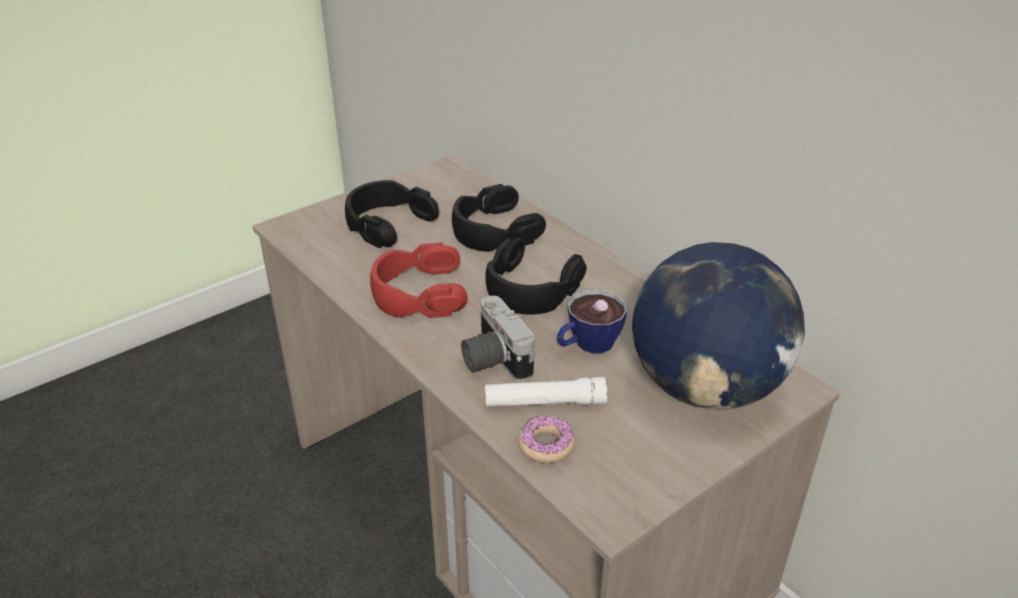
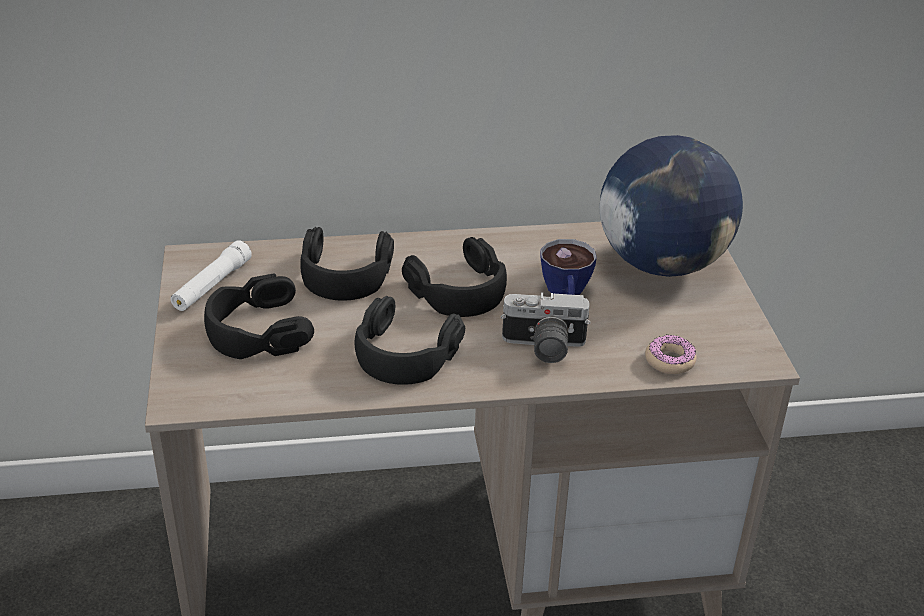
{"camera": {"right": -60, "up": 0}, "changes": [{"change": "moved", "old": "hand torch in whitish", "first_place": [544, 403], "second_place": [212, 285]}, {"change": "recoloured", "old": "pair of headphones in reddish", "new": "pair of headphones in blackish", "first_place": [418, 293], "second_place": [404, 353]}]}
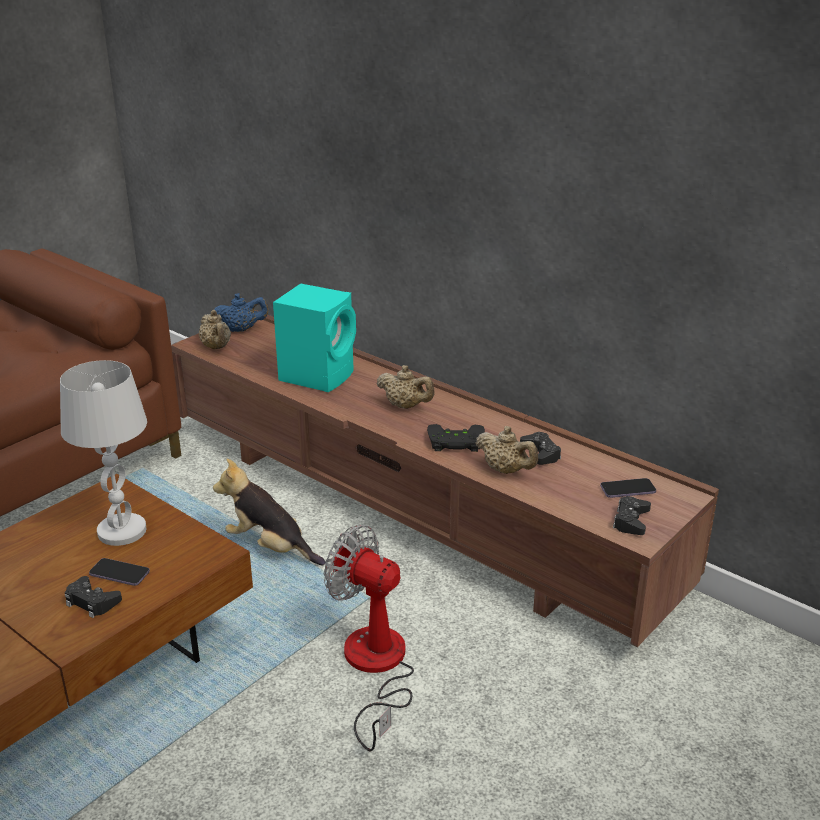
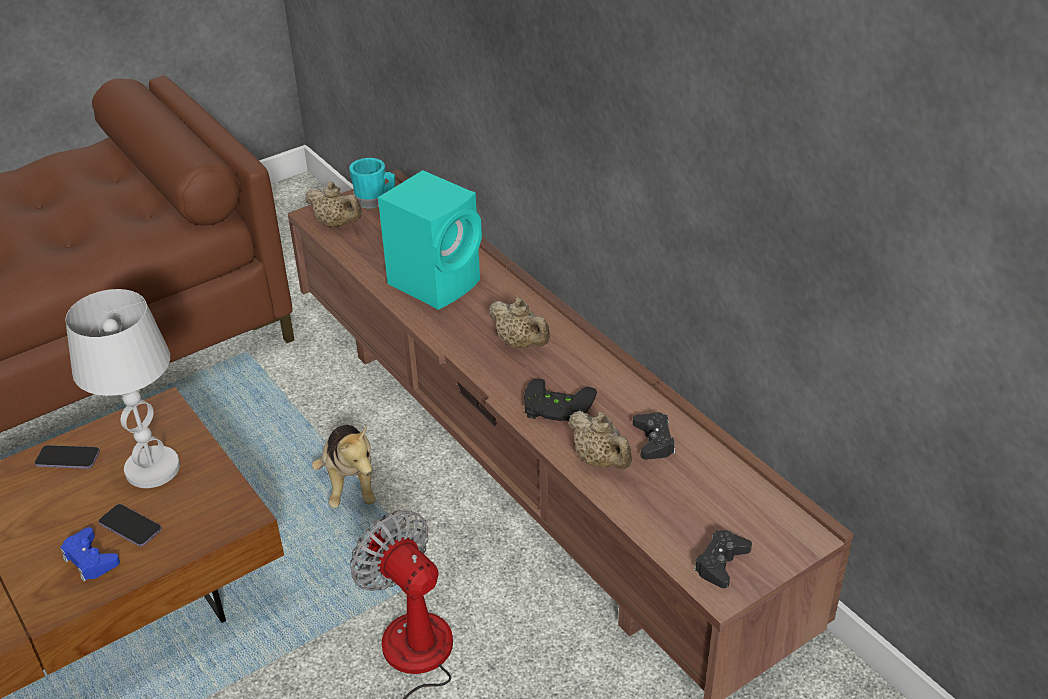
{"camera": {"right": 15, "up": 10}, "changes": [{"change": "moved", "old": "phone", "first_place": [627, 489], "second_place": [68, 458]}, {"change": "recoloured", "old": "gamepad in blackish", "new": "gamepad in blue-coloured", "first_place": [92, 602], "second_place": [90, 560]}, {"change": "turned", "old": "tea pot in sand-coloured", "first_place": [216, 347], "second_place": [337, 224], "degrees": -45}, {"change": "turned", "old": "plush toy", "first_place": [270, 547], "second_place": [350, 483], "degrees": -150}, {"change": "replaced", "old": "tea pot in blue-coloured", "new": "tea mug in turquoise", "first_place": [241, 329], "second_place": [375, 200]}]}
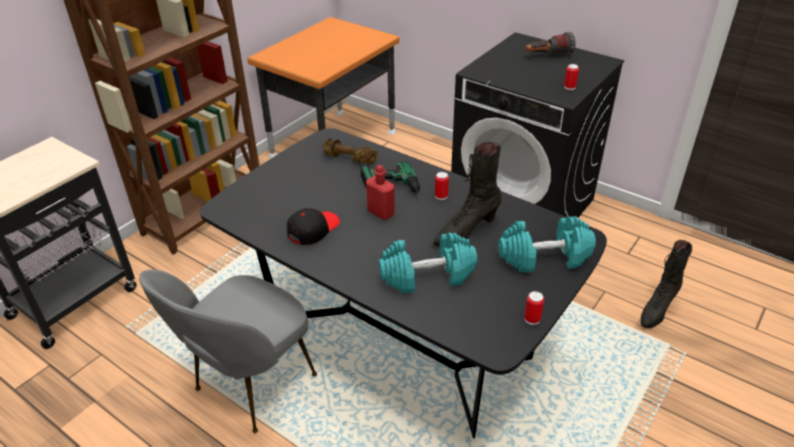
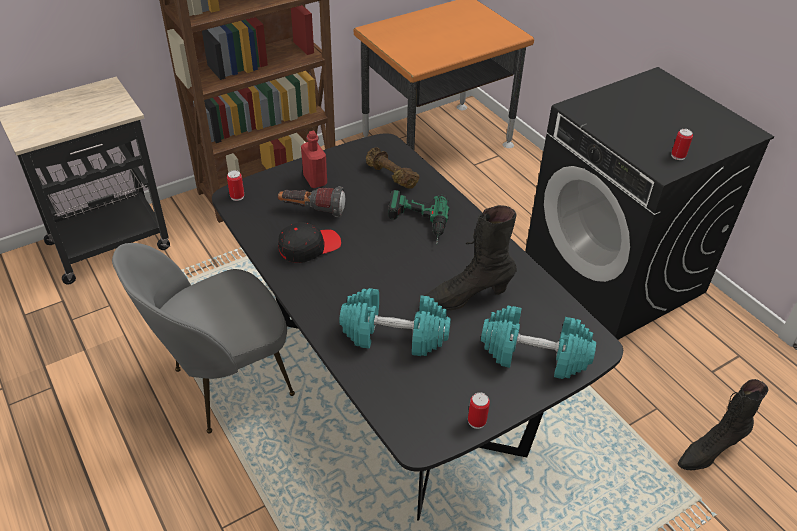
{"camera": {"right": 20, "up": 5}, "changes": [{"change": "moved", "old": "can", "first_place": [441, 196], "second_place": [237, 196]}, {"change": "moved", "old": "hand torch", "first_place": [548, 56], "second_place": [312, 211]}, {"change": "moved", "old": "bottle in reddish", "first_place": [381, 213], "second_place": [315, 180]}]}
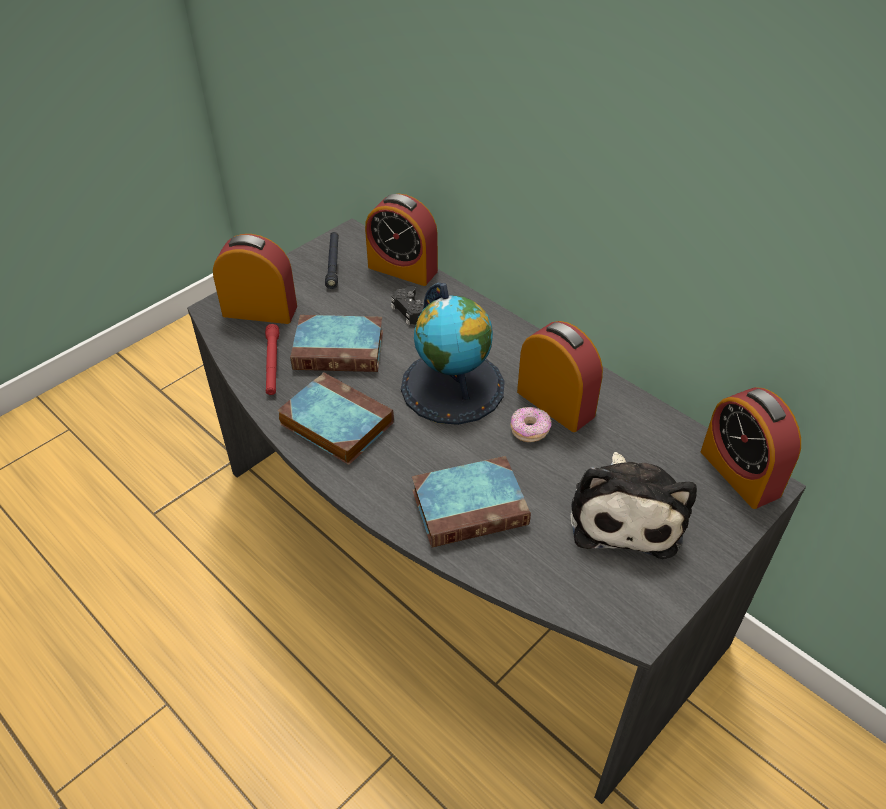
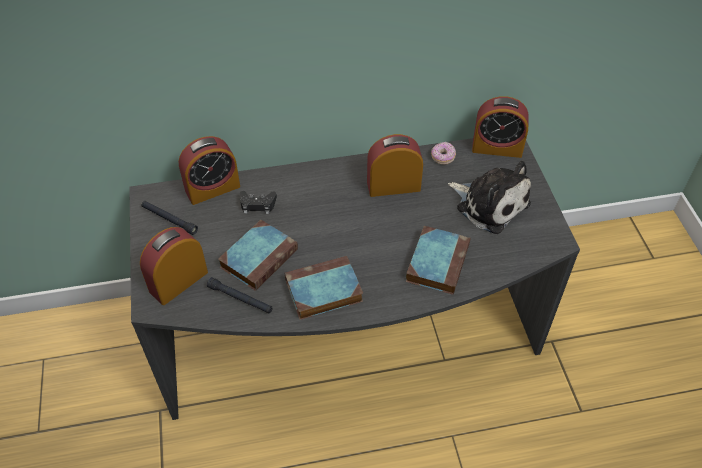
{"camera": {"right": -55, "up": 5}, "changes": [{"change": "recoloured", "old": "hand torch in reddish", "new": "hand torch in blackish", "first_place": [272, 364], "second_place": [240, 299]}, {"change": "moved", "old": "doughnut", "first_place": [529, 430], "second_place": [442, 157]}, {"change": "removed", "old": "desk globe", "first_place": [453, 386]}]}
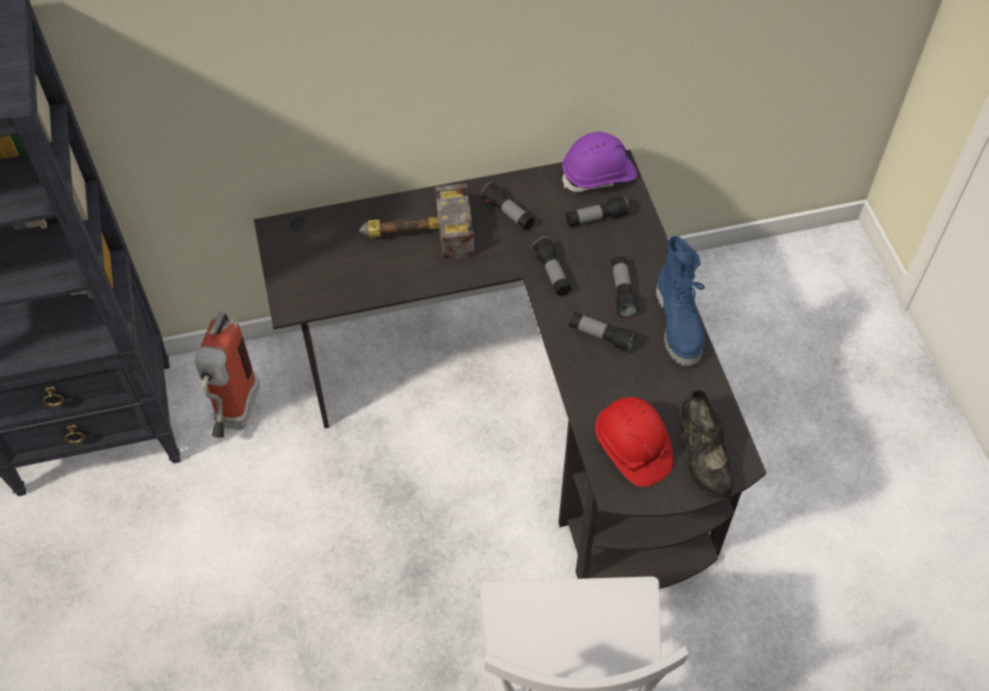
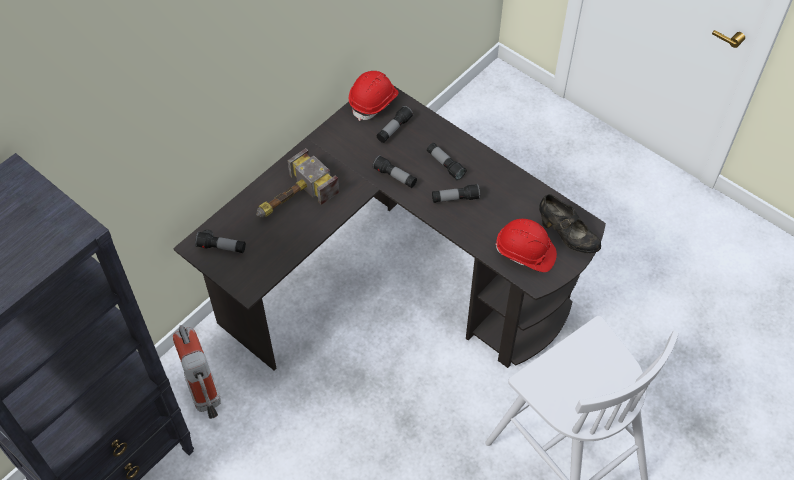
{"camera": {"right": -35, "up": 0}, "changes": [{"change": "moved", "old": "hand torch", "first_place": [507, 213], "second_place": [221, 247]}, {"change": "recoloured", "old": "work helmet in purplish", "new": "work helmet in reddish", "first_place": [598, 175], "second_place": [374, 102]}, {"change": "removed", "old": "high-top boot in blue-coloured", "first_place": [679, 325]}]}
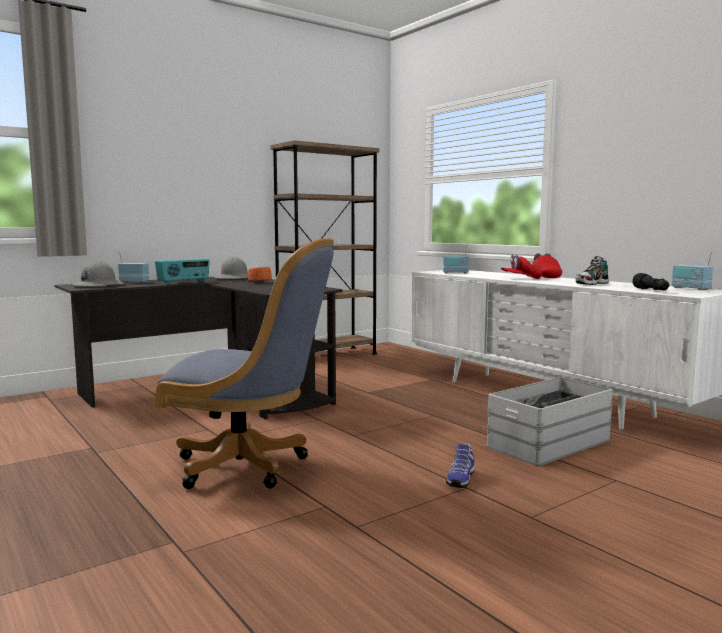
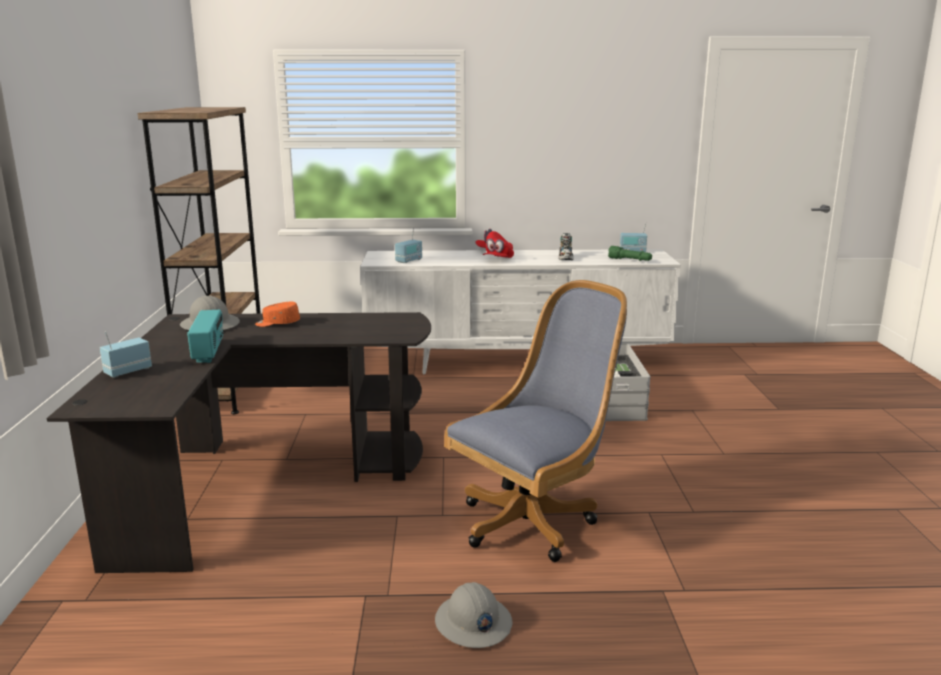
{"camera": {"right": -55, "up": 10}, "changes": [{"change": "moved", "old": "work helmet in gray", "first_place": [98, 285], "second_place": [473, 623]}, {"change": "recoloured", "old": "hand torch in blackish", "new": "hand torch in green-coloured", "first_place": [651, 290], "second_place": [630, 260]}, {"change": "removed", "old": "item of footwear", "first_place": [460, 479]}]}
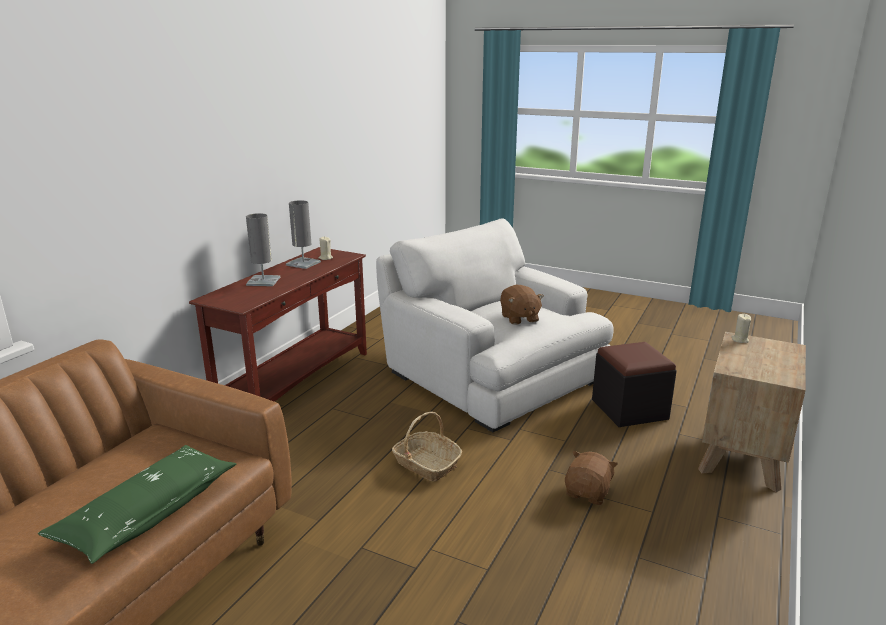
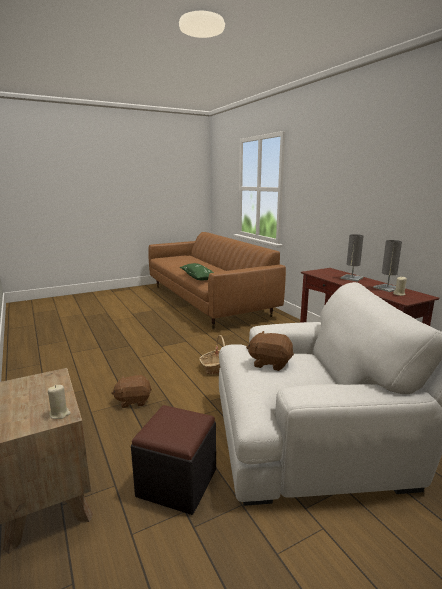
{"camera": {"right": 125, "up": -5}, "changes": [{"change": "turned", "old": "plush toy in brown-coloured", "first_place": [588, 493], "second_place": [133, 400], "degrees": 105}]}
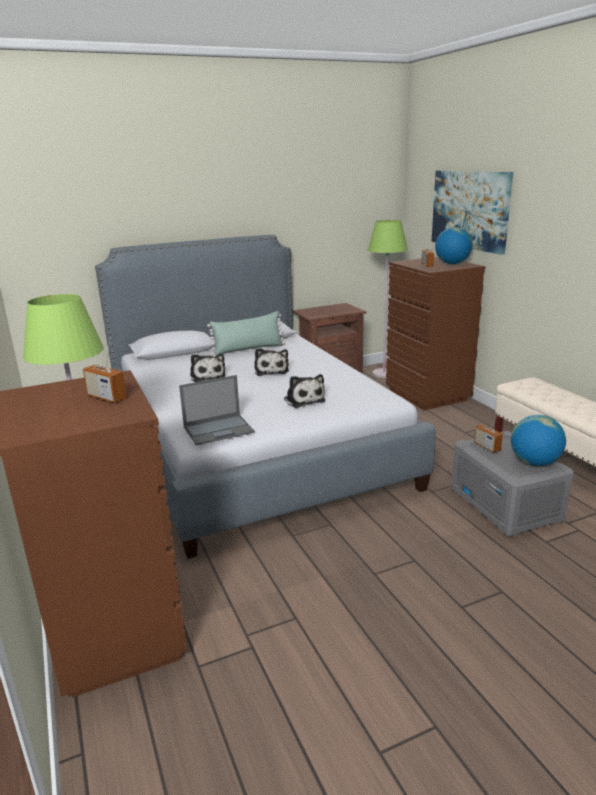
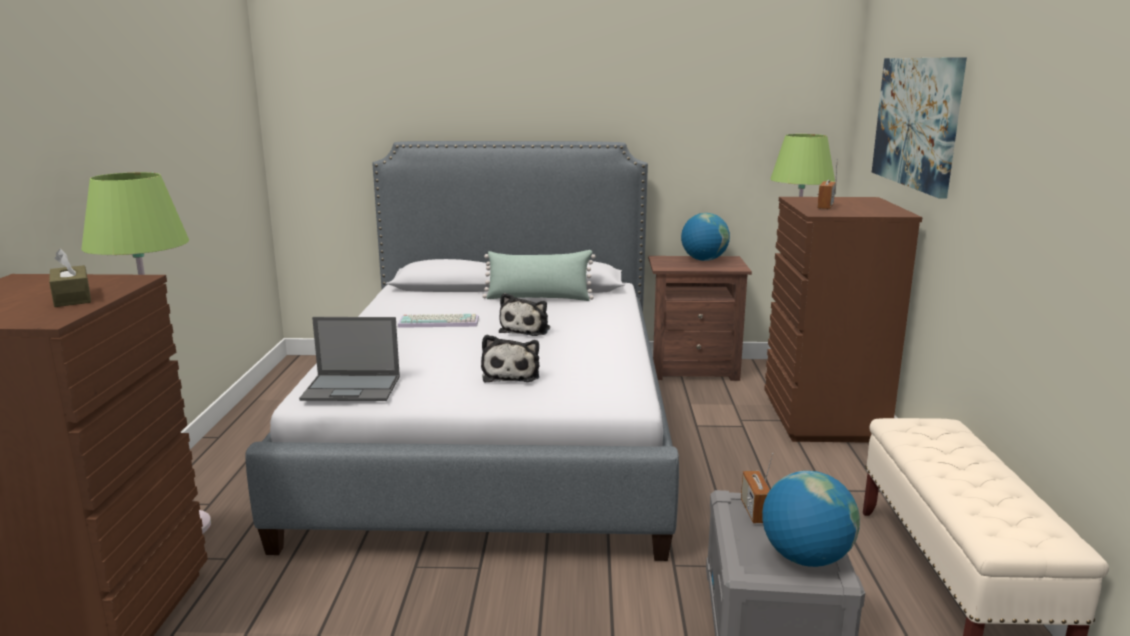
{"camera": {"right": 25, "up": -5}, "changes": [{"change": "replaced", "old": "radio receiver", "new": "tissue holder in brown-coloured", "first_place": [106, 397], "second_place": [72, 298]}, {"change": "replaced", "old": "plush toy", "new": "PC keyboard", "first_place": [207, 376], "second_place": [440, 322]}, {"change": "moved", "old": "desk globe", "first_place": [452, 264], "second_place": [703, 260]}]}
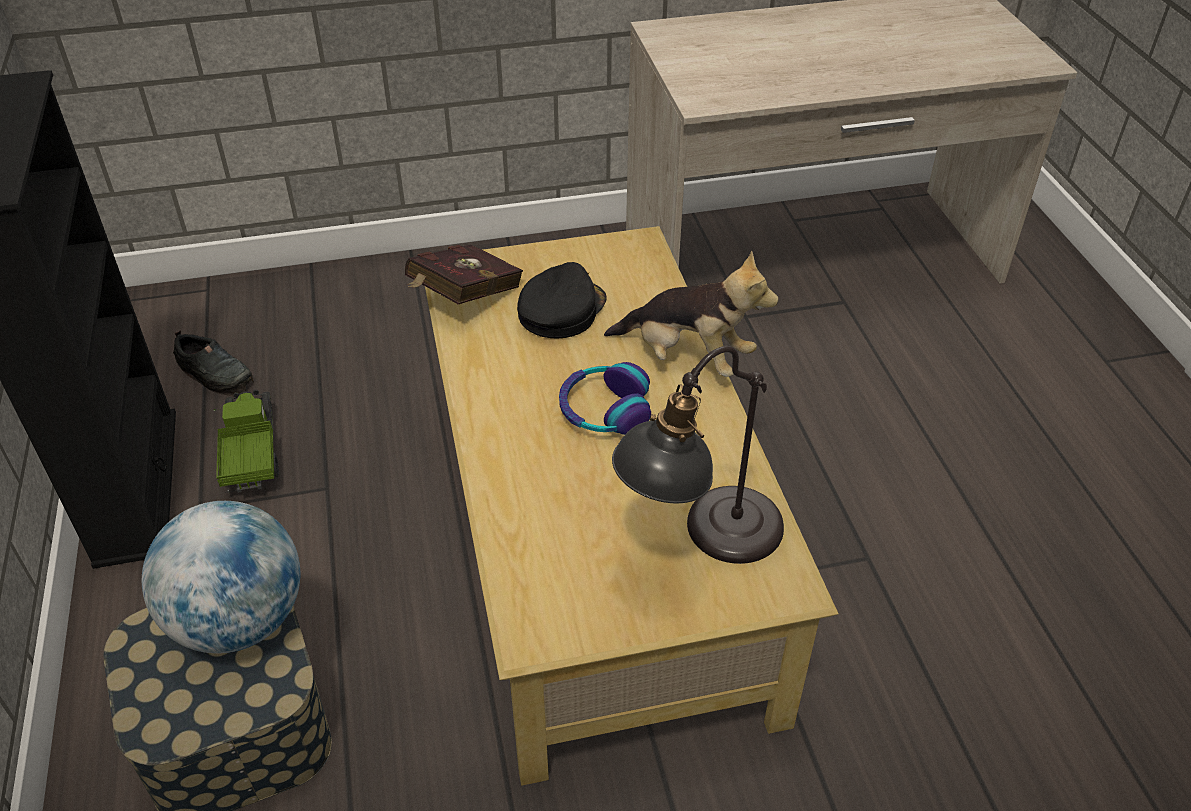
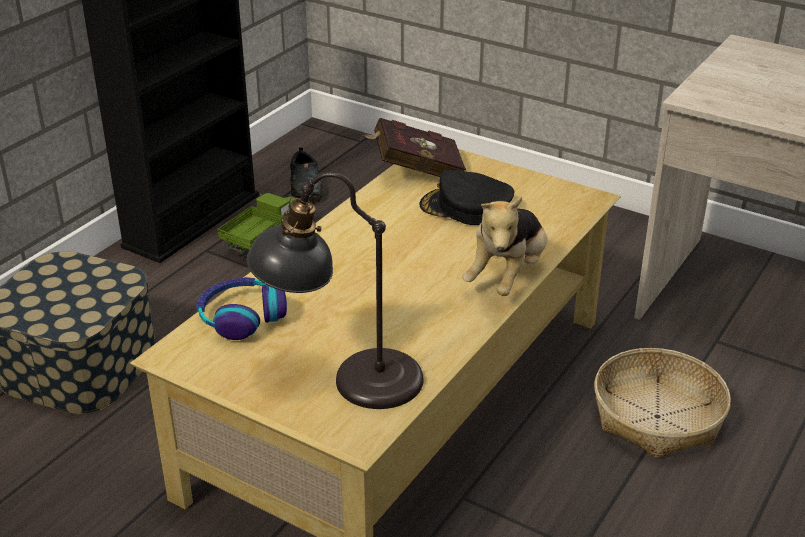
{"camera": {"right": 45, "up": -10}, "changes": [{"change": "moved", "old": "pair of headphones", "first_place": [604, 410], "second_place": [241, 317]}, {"change": "turned", "old": "cap in blackish", "first_place": [561, 310], "second_place": [466, 207], "degrees": -150}, {"change": "turned", "old": "plush toy", "first_place": [687, 357], "second_place": [507, 276], "degrees": 45}, {"change": "added", "new": "basket", "second_place": [656, 417]}, {"change": "removed", "old": "desk globe", "first_place": [239, 620]}]}
